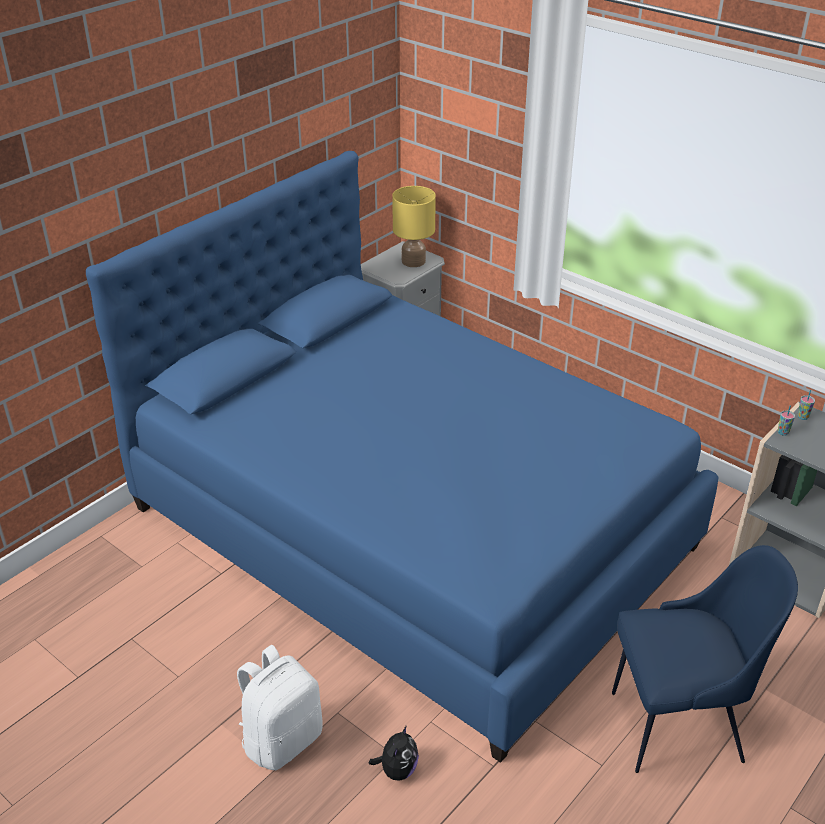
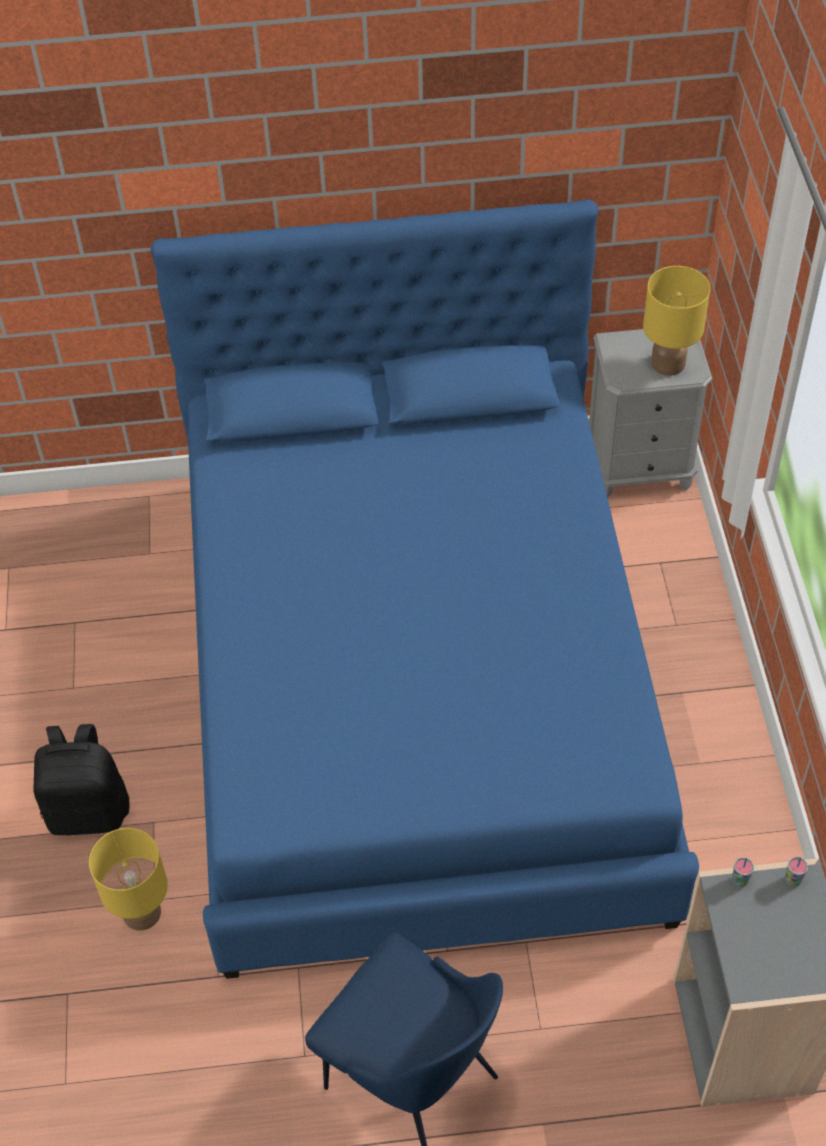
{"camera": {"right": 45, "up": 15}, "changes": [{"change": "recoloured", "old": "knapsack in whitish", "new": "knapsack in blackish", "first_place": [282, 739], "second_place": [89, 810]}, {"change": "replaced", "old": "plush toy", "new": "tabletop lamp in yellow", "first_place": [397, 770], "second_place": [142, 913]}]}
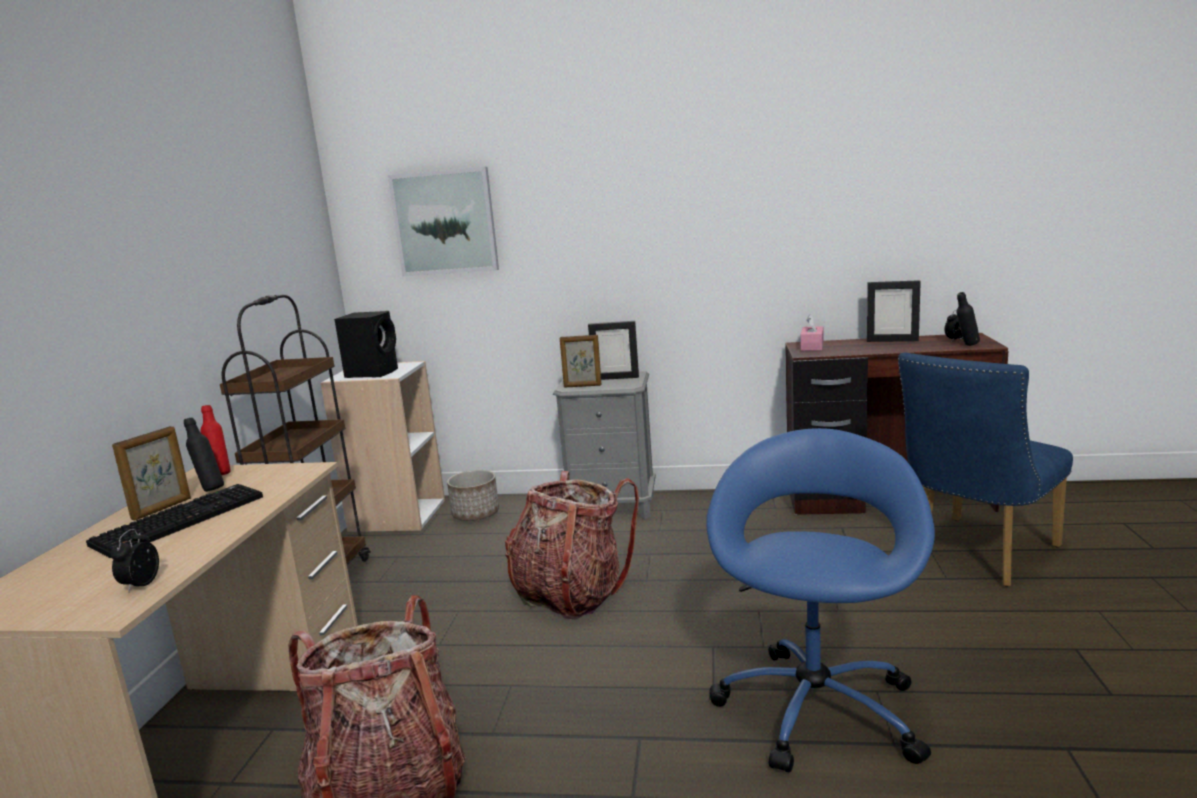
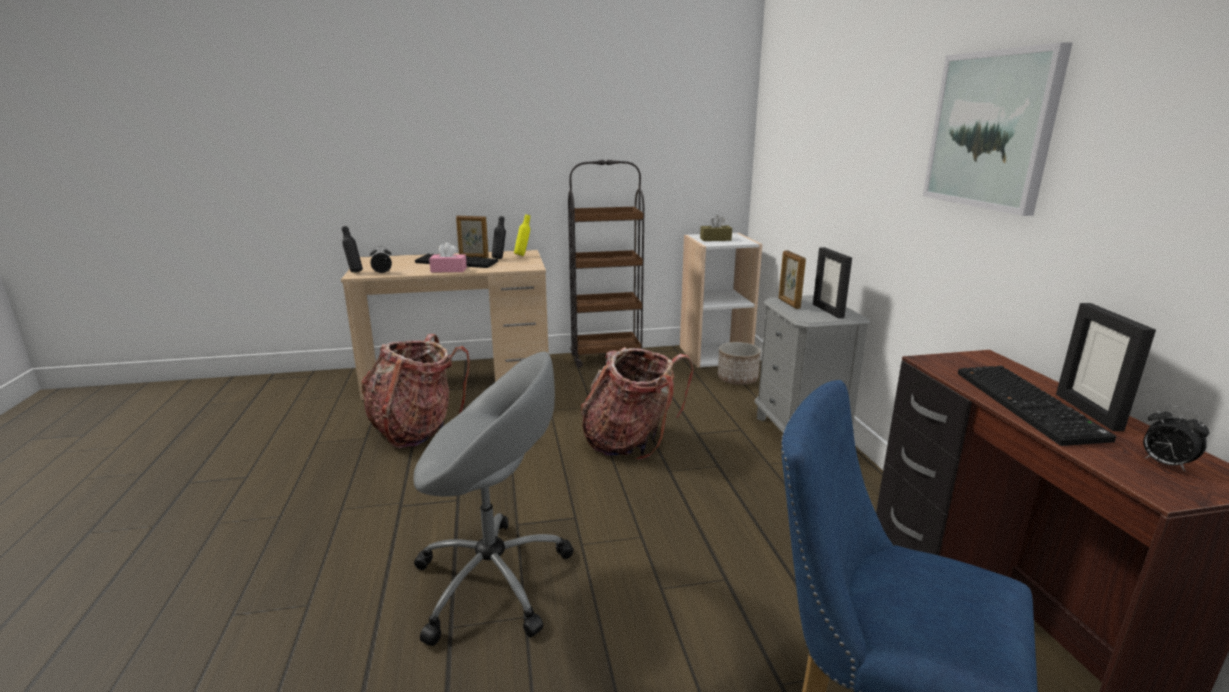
{"camera": {"right": 70, "up": 5}, "changes": [{"change": "moved", "old": "bottle in blackish", "first_place": [966, 346], "second_place": [354, 271]}, {"change": "recoloured", "old": "office chair in blue-coloured", "new": "office chair in gray", "first_place": [817, 708], "second_place": [496, 580]}, {"change": "moved", "old": "tissue holder in pink-coloured", "first_place": [812, 346], "second_place": [448, 270]}, {"change": "recoloured", "old": "bottle in reddish", "new": "bottle in yellow", "first_place": [221, 474], "second_place": [523, 255]}, {"change": "replaced", "old": "loudspeaker in blackish", "new": "tissue holder in brown-coloured", "first_place": [373, 373], "second_place": [715, 239]}, {"change": "moved", "old": "wall art", "first_place": [445, 222], "second_place": [991, 130]}, {"change": "added", "new": "PC keyboard", "second_place": [1030, 405]}]}
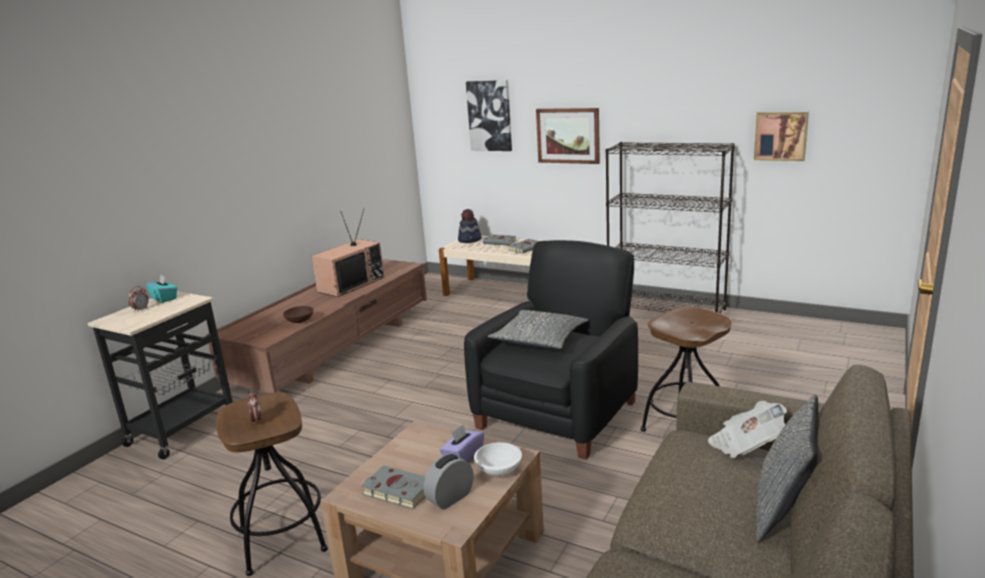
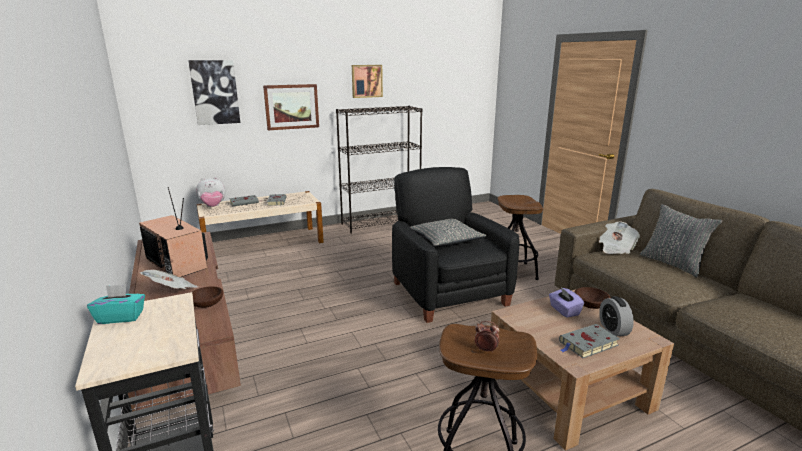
{"camera": {"right": -55, "up": 0}, "changes": [{"change": "turned", "old": "TV set", "first_place": [351, 284], "second_place": [178, 263], "degrees": 150}, {"change": "added", "new": "printed paper", "second_place": [172, 291]}, {"change": "replaced", "old": "hat", "new": "plush toy", "first_place": [470, 240], "second_place": [213, 207]}, {"change": "moved", "old": "wall art", "first_place": [780, 136], "second_place": [366, 81]}, {"change": "recoloured", "old": "bowl in whitish", "new": "bowl in brown-coloured", "first_place": [499, 470], "second_place": [591, 305]}, {"change": "removed", "old": "bedside clock", "first_place": [141, 310]}]}
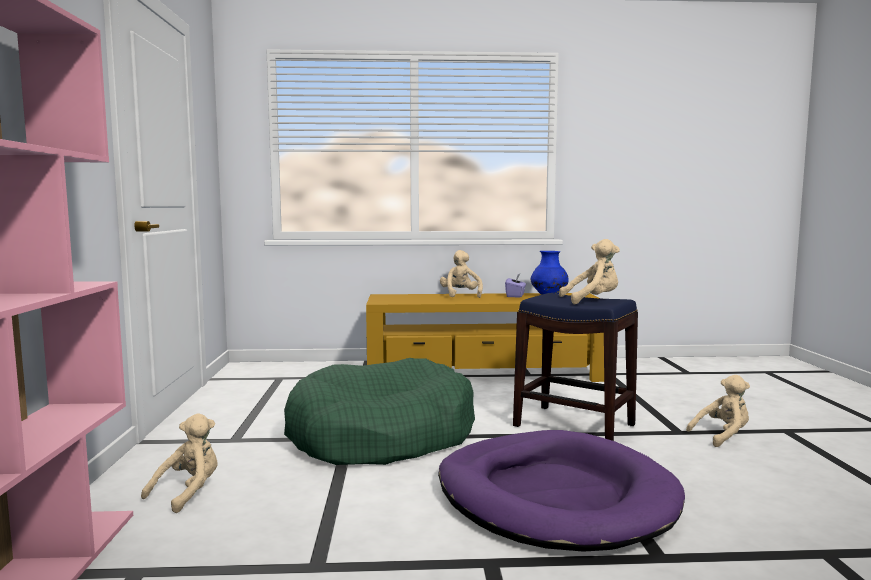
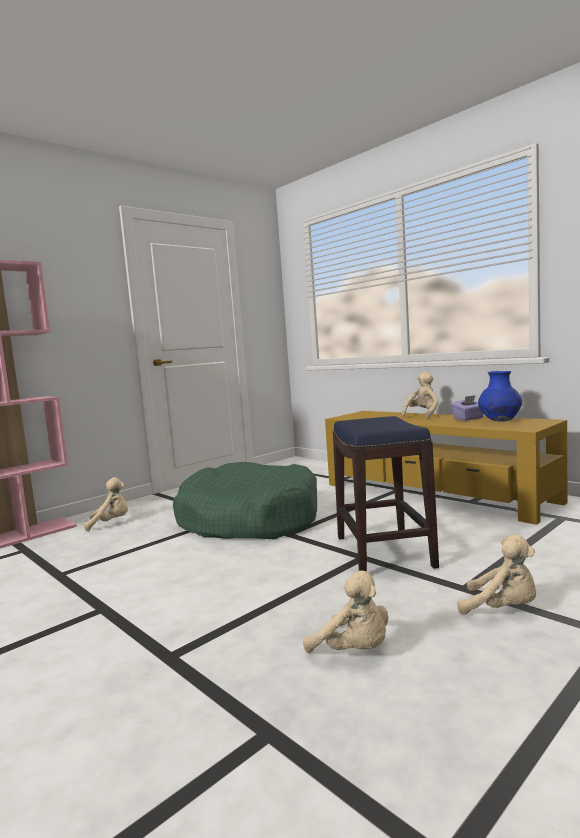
{"camera": {"right": 50, "up": 0}, "changes": [{"change": "moved", "old": "plush toy in sand-coloured", "first_place": [592, 300], "second_place": [354, 651]}, {"change": "removed", "old": "pet bed in purplish", "first_place": [554, 497]}]}
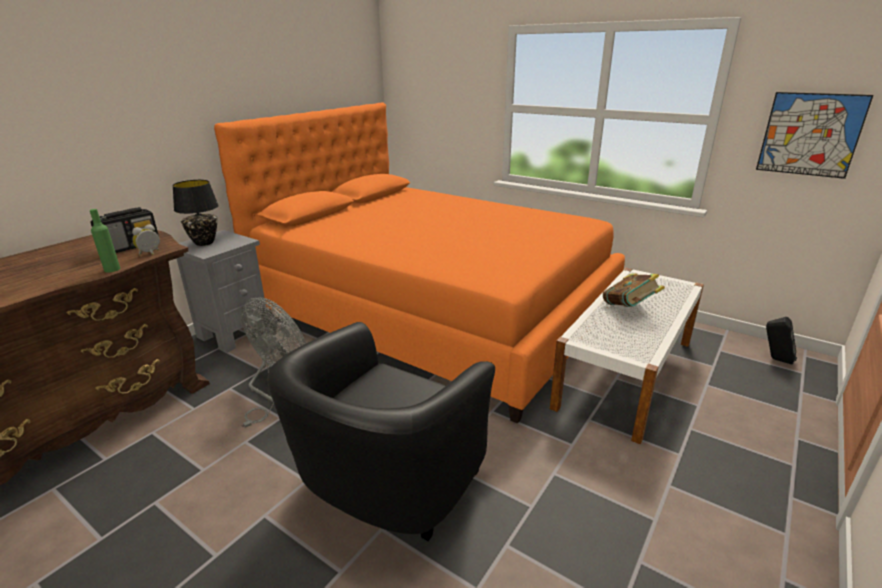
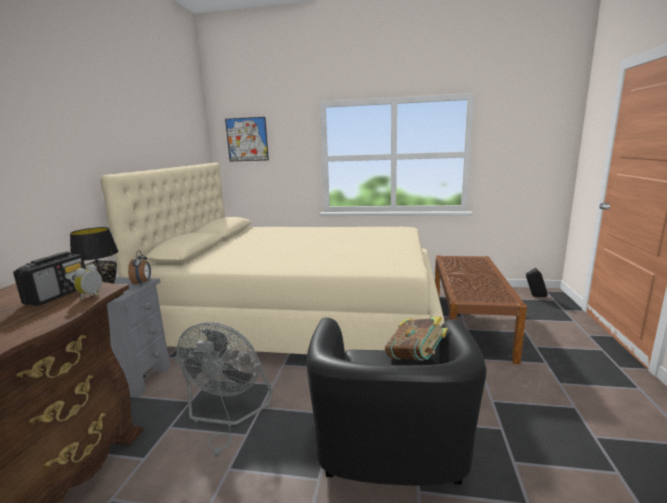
{"camera": {"right": -25, "up": -10}, "changes": [{"change": "recoloured", "old": "sleeping bed in orange-coloured", "new": "sleeping bed in sand-coloured", "first_place": [431, 310], "second_place": [302, 317]}, {"change": "added", "new": "bedside clock", "second_place": [142, 283]}, {"change": "moved", "old": "wall art", "first_place": [810, 134], "second_place": [247, 139]}, {"change": "moved", "old": "book", "first_place": [629, 308], "second_place": [415, 359]}, {"change": "recoloured", "old": "indoor bench in whitish", "new": "indoor bench in brown-coloured", "first_place": [625, 373], "second_place": [468, 324]}, {"change": "removed", "old": "bottle in green-coloured", "first_place": [112, 269]}]}
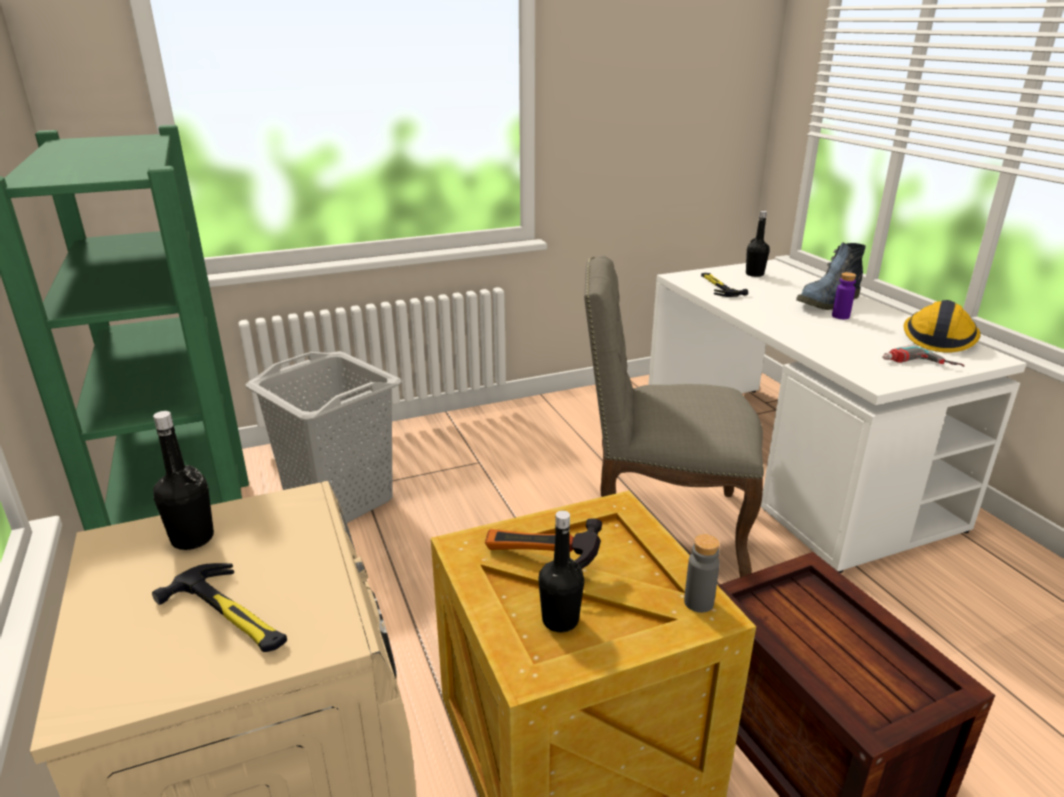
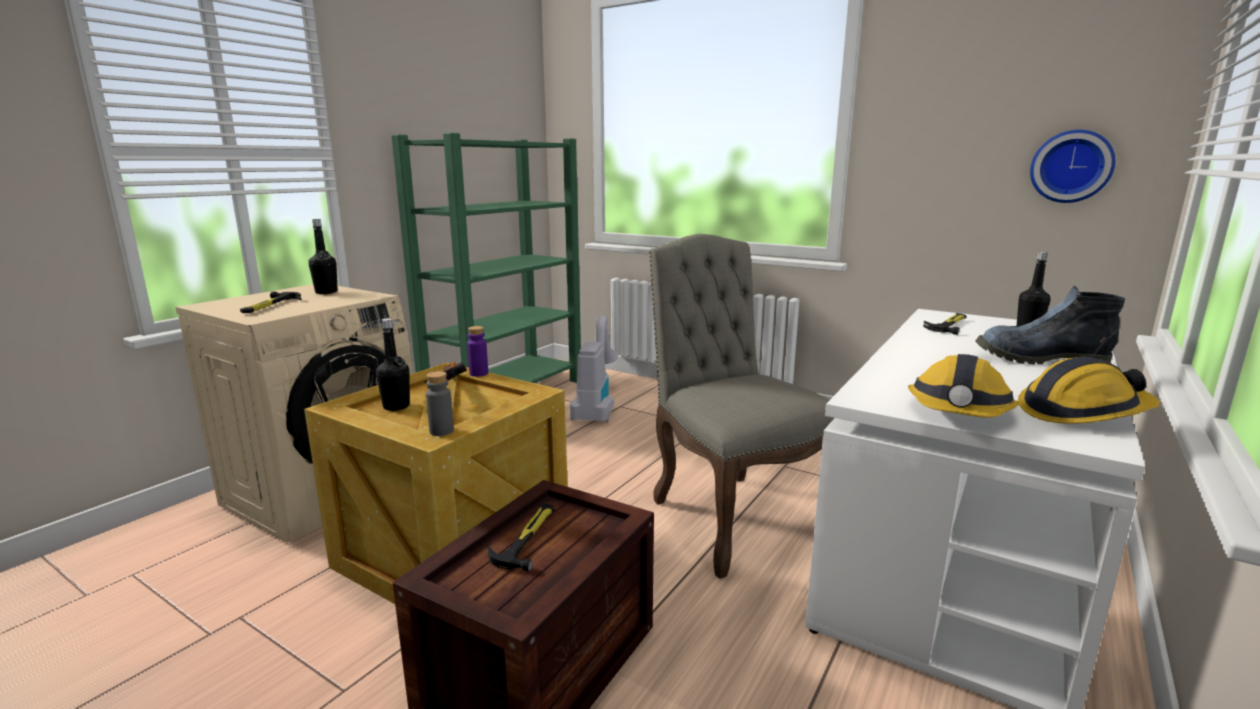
{"camera": {"right": 55, "up": -10}, "changes": [{"change": "moved", "old": "bottle in purplish", "first_place": [840, 316], "second_place": [479, 373]}, {"change": "added", "new": "hand hammer", "second_place": [527, 537]}, {"change": "replaced", "old": "laundry basket in gray", "new": "vacuum", "first_place": [339, 501], "second_place": [596, 406]}, {"change": "replaced", "old": "power drill", "new": "work helmet", "first_place": [920, 365], "second_place": [959, 412]}, {"change": "added", "new": "wall clock", "second_place": [1071, 166]}]}
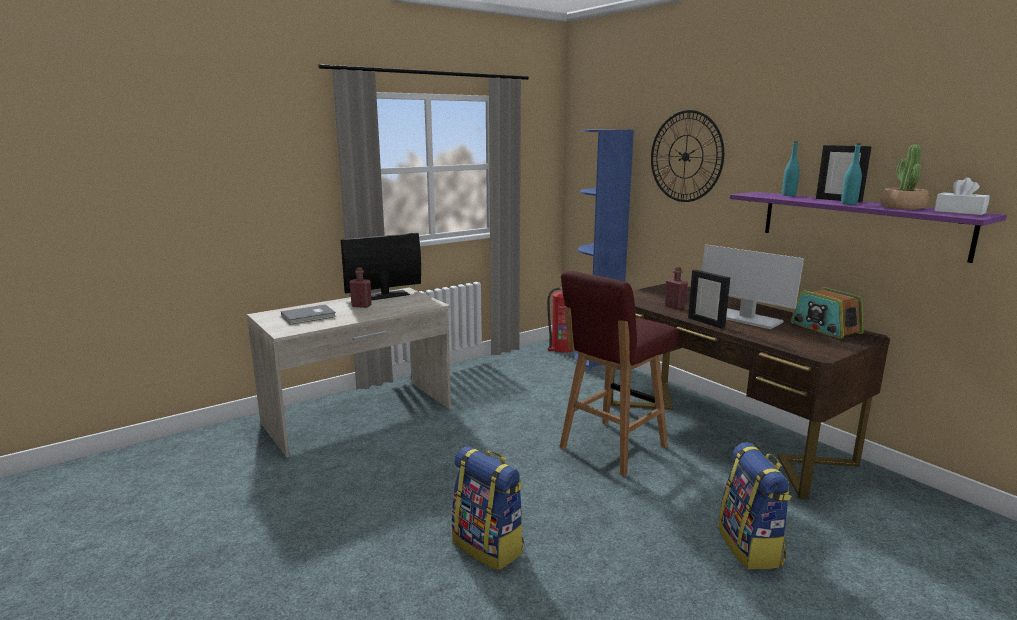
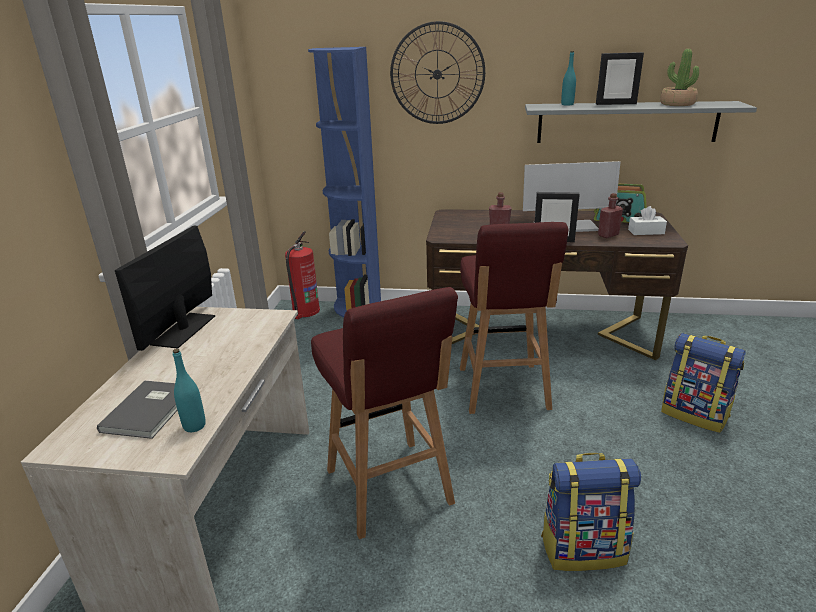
{"camera": {"right": -45, "up": 10}, "changes": [{"change": "moved", "old": "bottle in turquoise", "first_place": [848, 204], "second_place": [194, 426]}, {"change": "added", "new": "stool seat in reddish", "second_place": [389, 489]}, {"change": "recoloured", "old": "wall shelf in purplish", "new": "wall shelf in gray", "first_place": [859, 223], "second_place": [626, 122]}, {"change": "moved", "old": "bottle in reddish", "first_place": [361, 306], "second_place": [608, 235]}, {"change": "moved", "old": "tissue holder in whitish", "first_place": [959, 212], "second_place": [646, 232]}]}
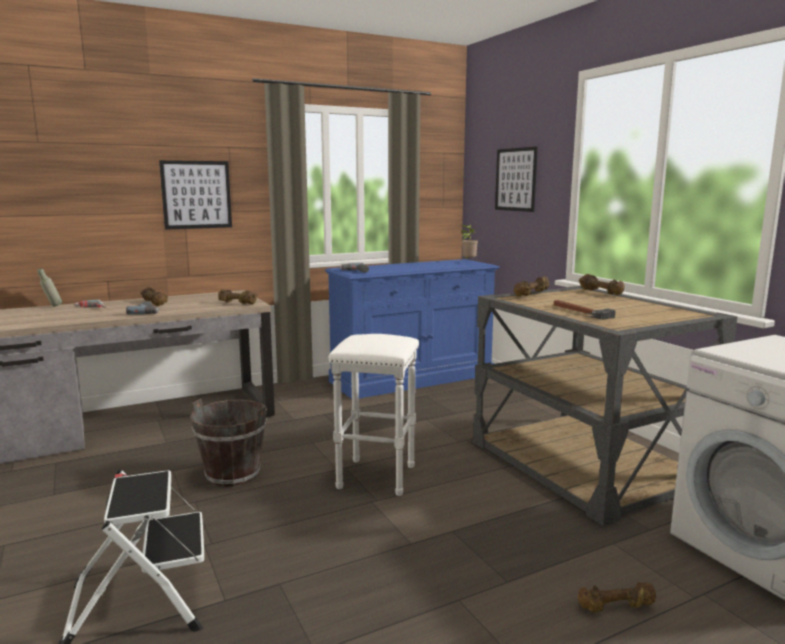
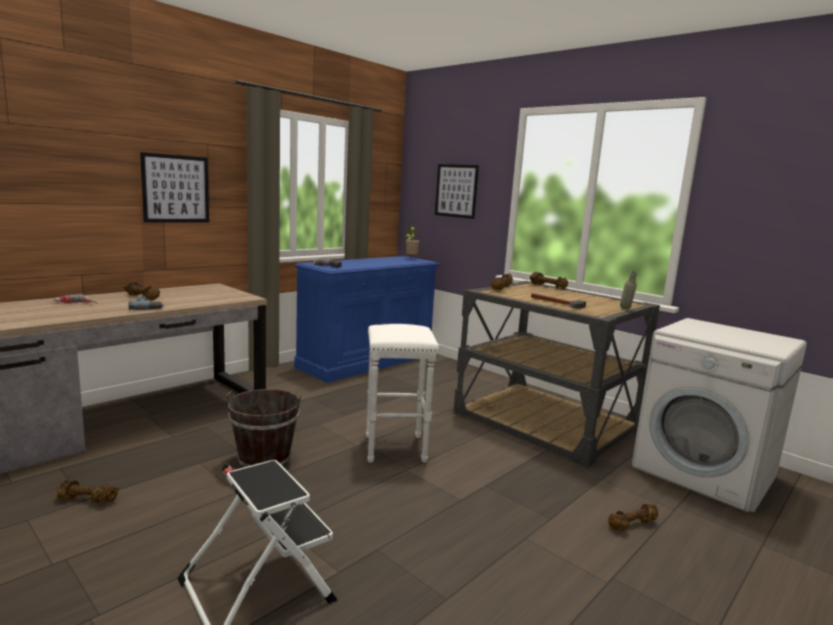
{"camera": {"right": -20, "up": 0}, "changes": [{"change": "moved", "old": "hand weight in brown-coloured", "first_place": [236, 303], "second_place": [86, 500]}, {"change": "moved", "old": "bottle in gray", "first_place": [52, 306], "second_place": [626, 309]}]}
